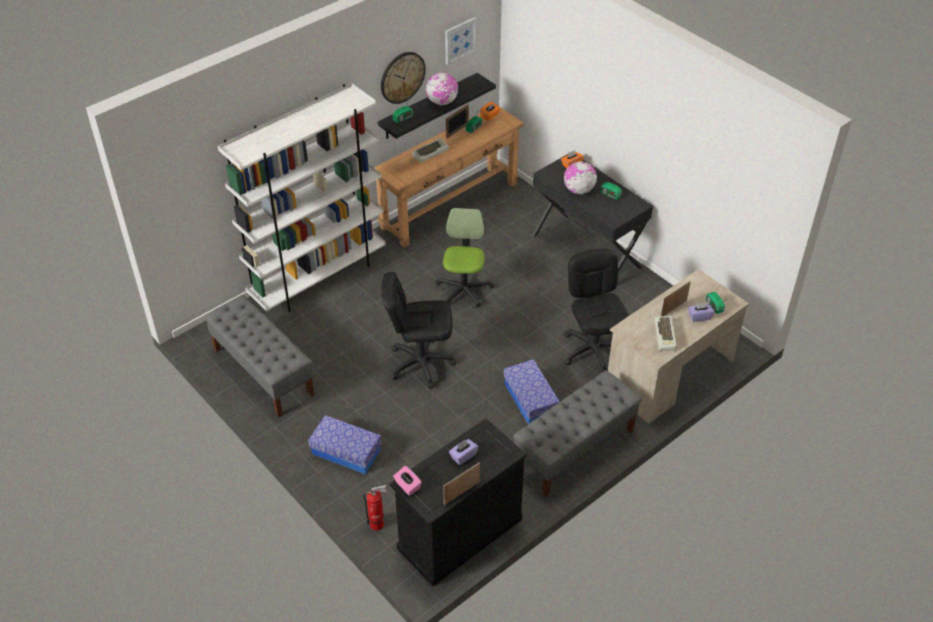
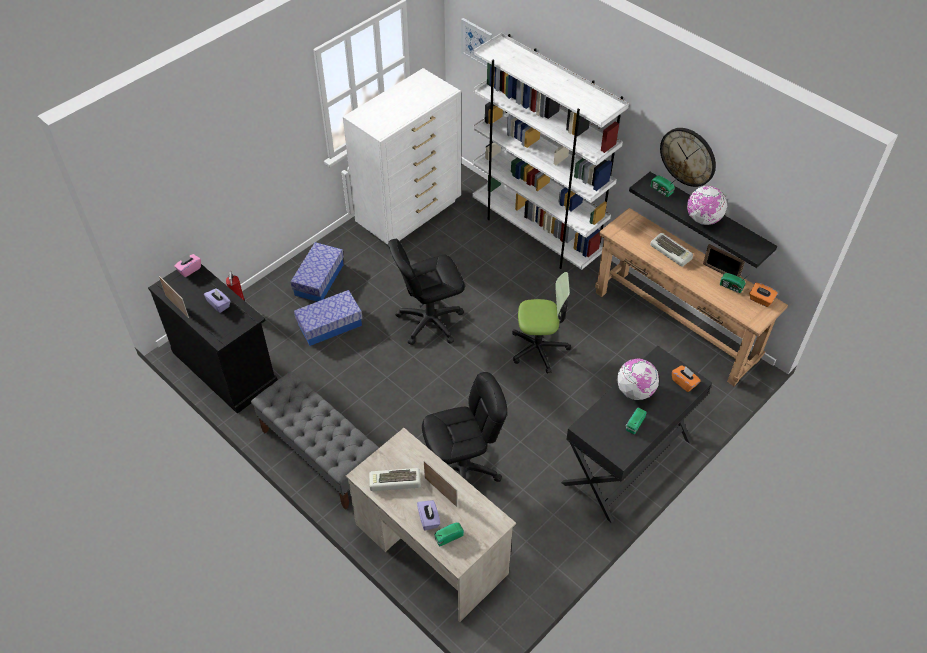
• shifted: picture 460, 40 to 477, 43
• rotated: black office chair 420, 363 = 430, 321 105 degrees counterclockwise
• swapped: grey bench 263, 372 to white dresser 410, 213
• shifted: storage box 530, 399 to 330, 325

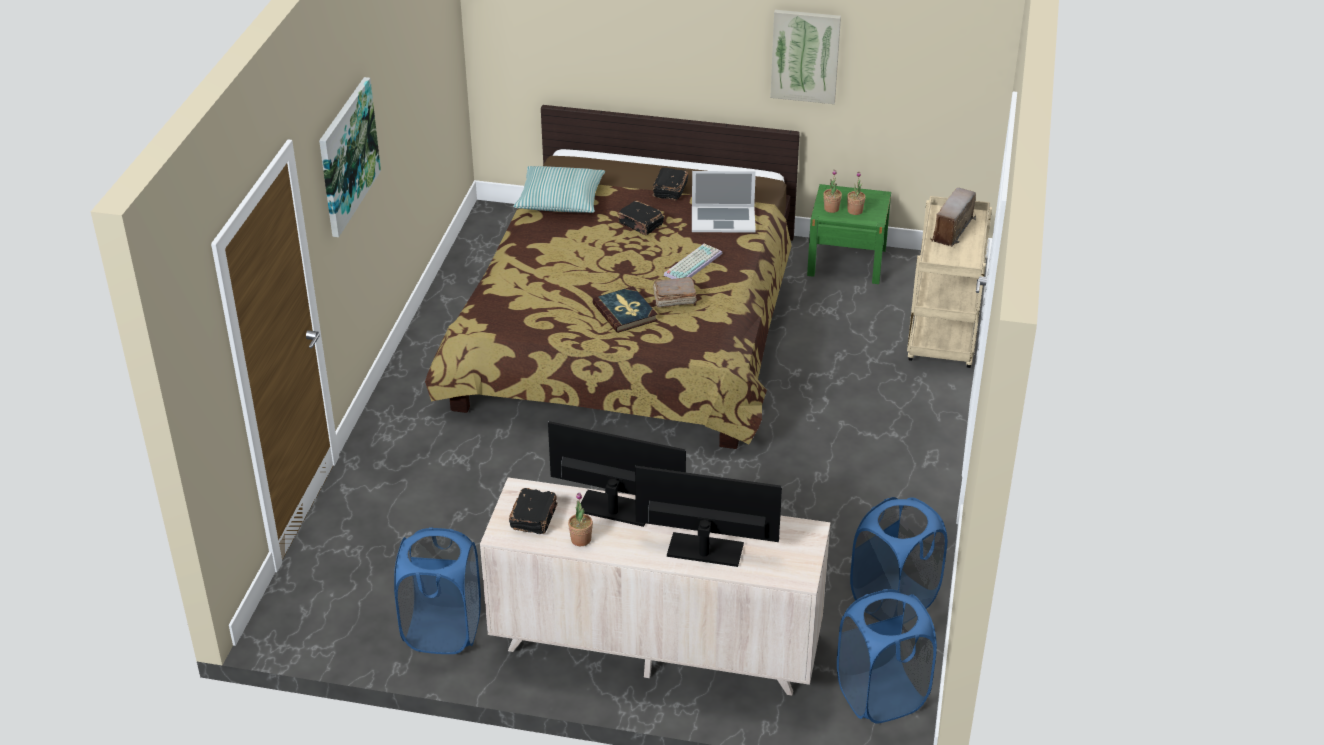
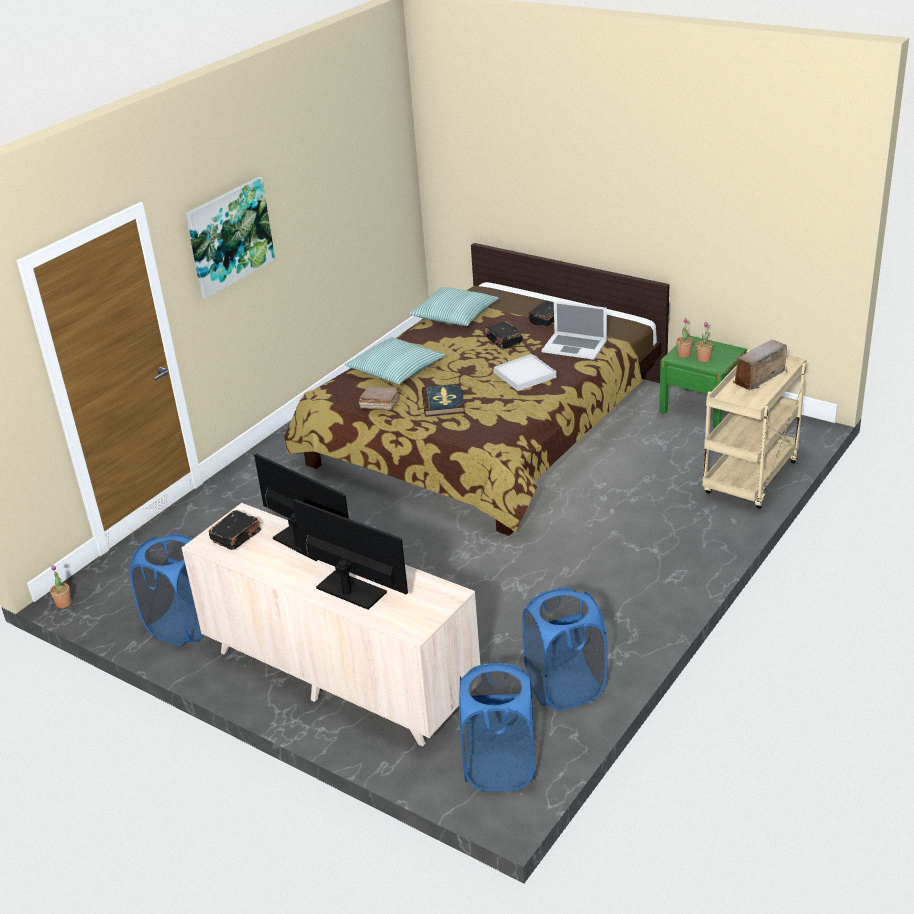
• gone: picture 805, 56
• swapped: keyboard 692, 263 to white tray 525, 375
• shifted: brown book 674, 299 to 379, 404
• shifted: potted plant 581, 539 to 63, 603
• new: pillow 395, 370

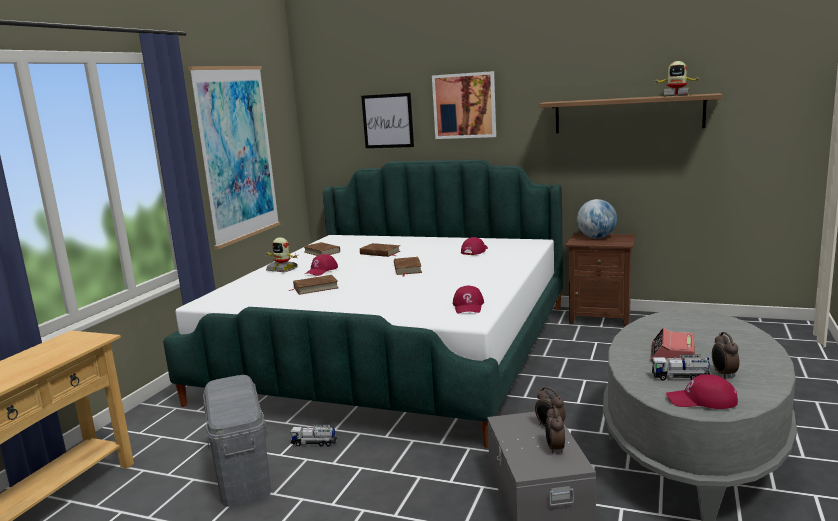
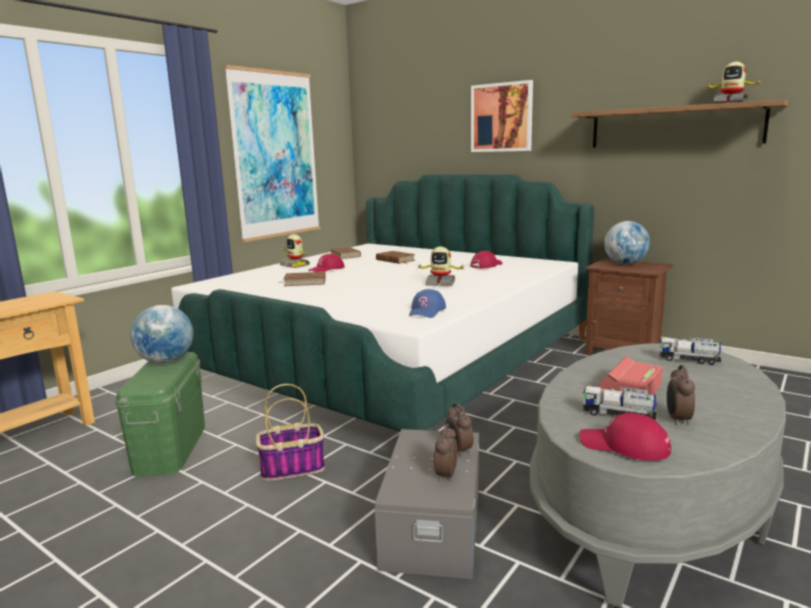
• gone: picture 387, 121
• gone: brown book 407, 269
• repainted: red cap 468, 306 to blue cap 427, 311
• repainted: grey storage box 242, 474 to green storage box 170, 448
• shifted: toy truck 314, 443 to 688, 360
• new: toy robot 440, 284
• new: globe 166, 361
• new: basket 293, 468

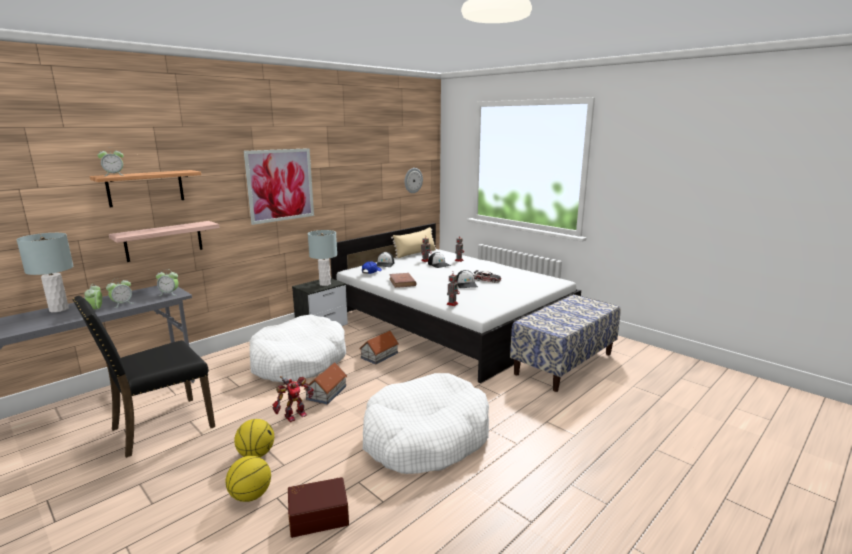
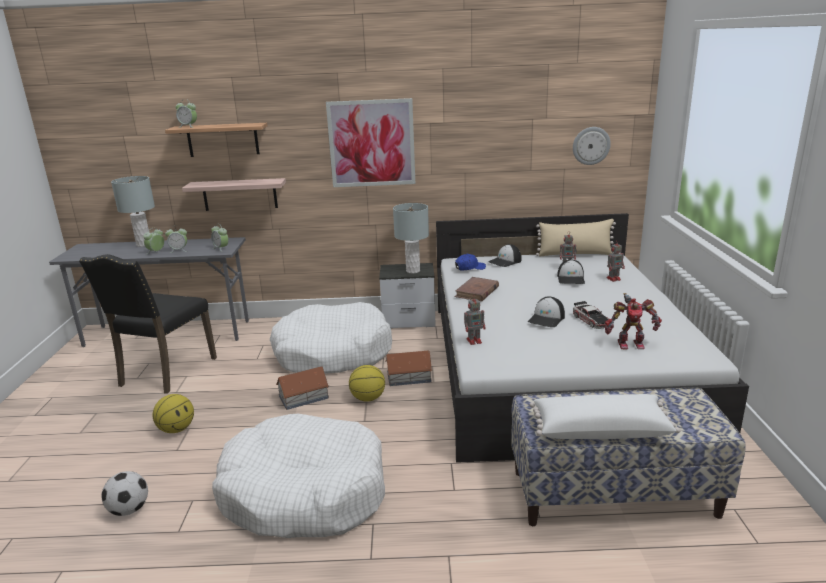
• rotated: black chair 160, 427 = 165, 372 75 degrees counterclockwise
• shifted: toy robot 294, 415 to 630, 344
• shifted: basketball 250, 496 to 367, 398
• swapped: brown storage box 318, 515 to football 129, 510
• new: white pillow 600, 430

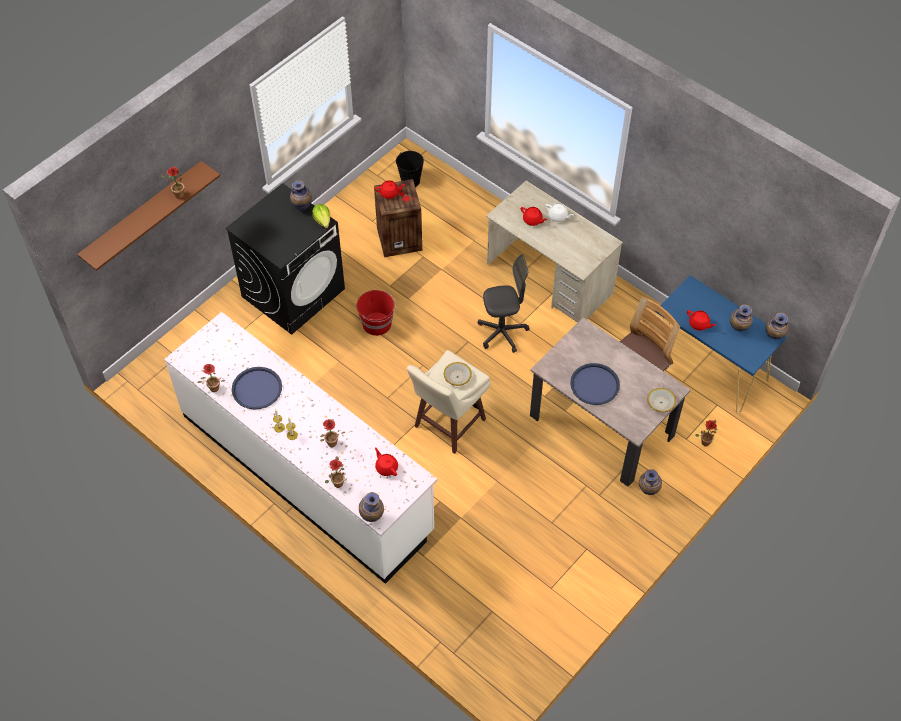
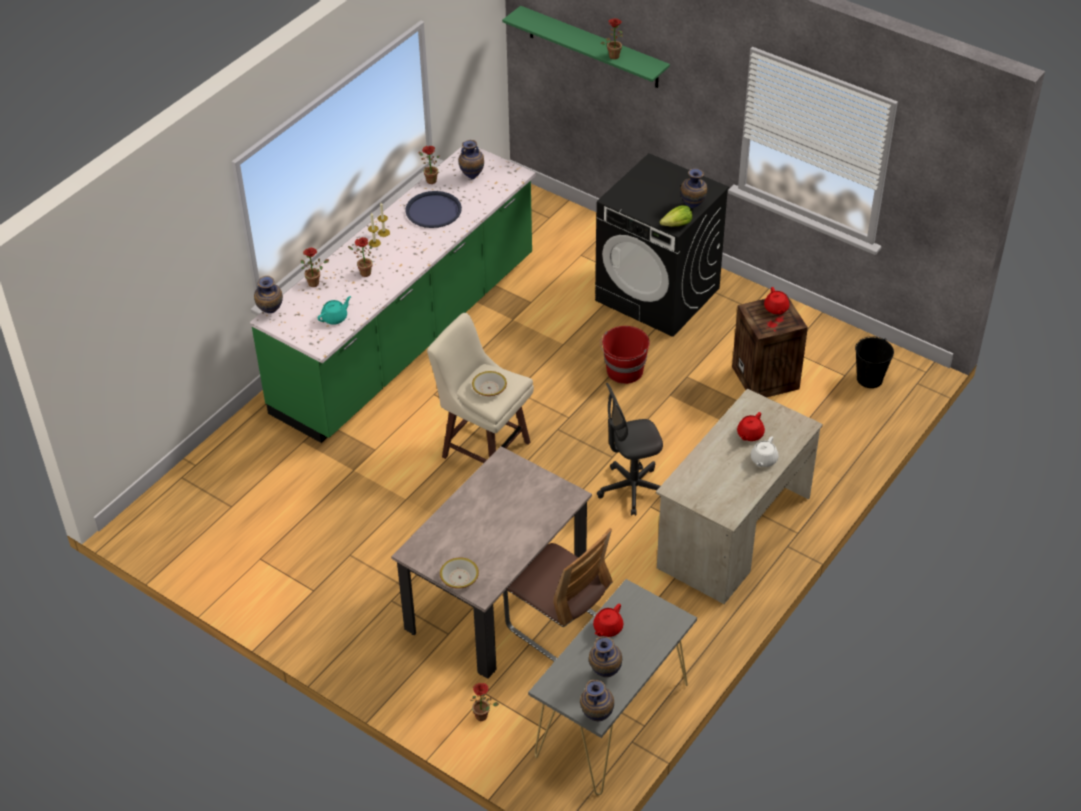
• repainted: brown shelf 143, 215 to green shelf 593, 47
• rotated: grey office chair 502, 333 = 632, 489 90 degrees clockwise
• repainted: blue console table 708, 367 to grey console table 611, 720
• repainted: white counter 306, 472 to green counter 407, 335
• gone: blue tray 594, 384
• repainted: red teapot 386, 467 to turquoise teapot 335, 318
• shifted: vase 647, 491 to 472, 177

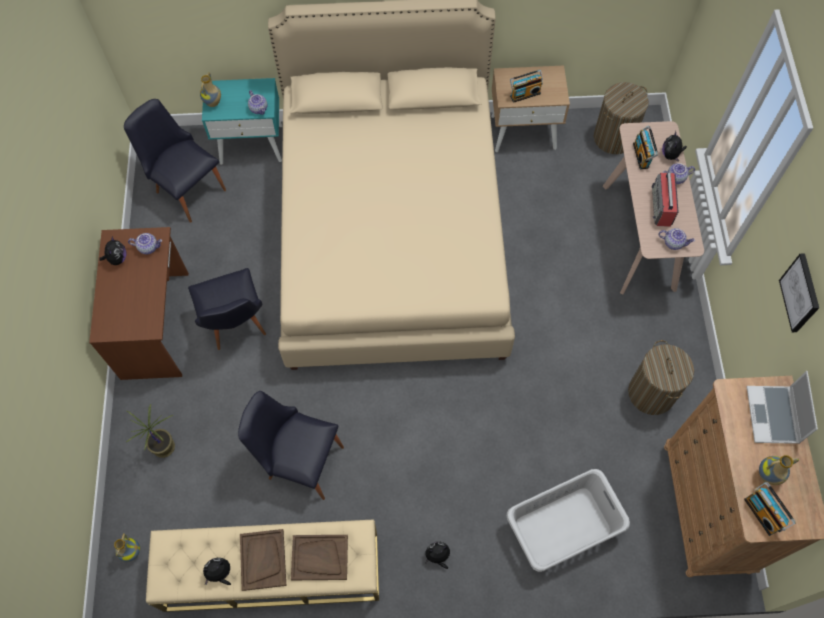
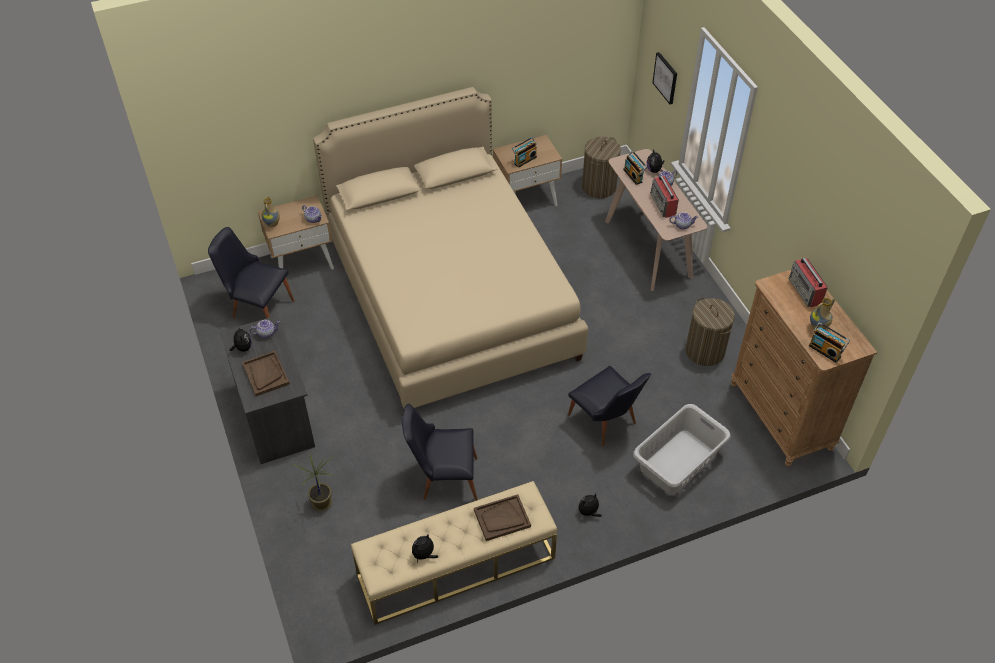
• repainted: turquoise nightstand 251, 144 to beige nightstand 302, 262
• repainted: brown desk 157, 324 to grey desk 276, 414
• shifted: picture 800, 293 to 666, 78
• shifted: black chair 235, 325 to 606, 423
• swapped: laptop 773, 416 to radio 805, 291
• shifted: brown tray 263, 559 to 265, 374
• gone: vase 131, 552

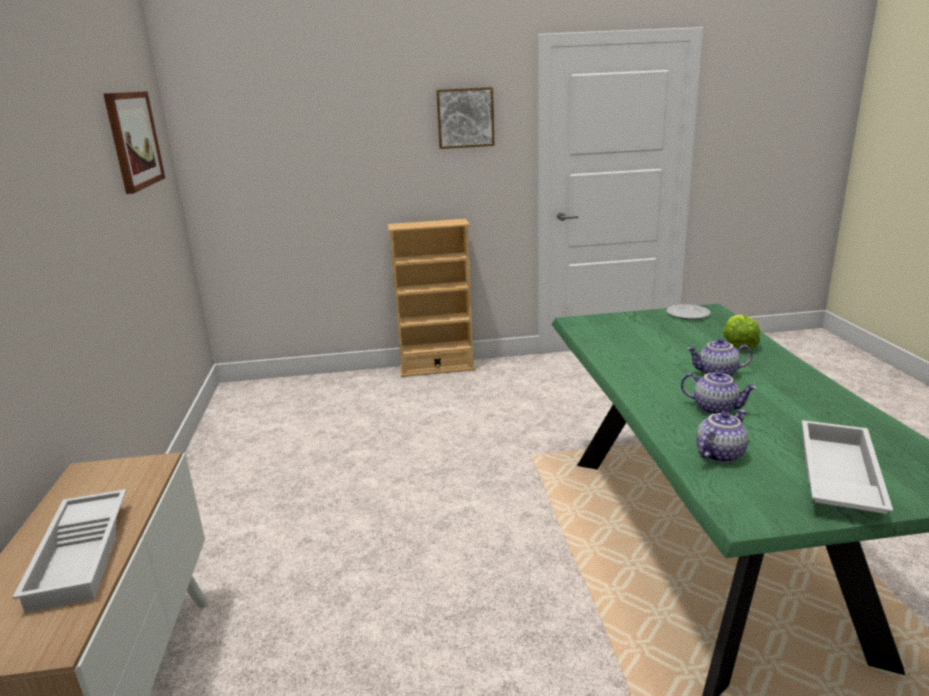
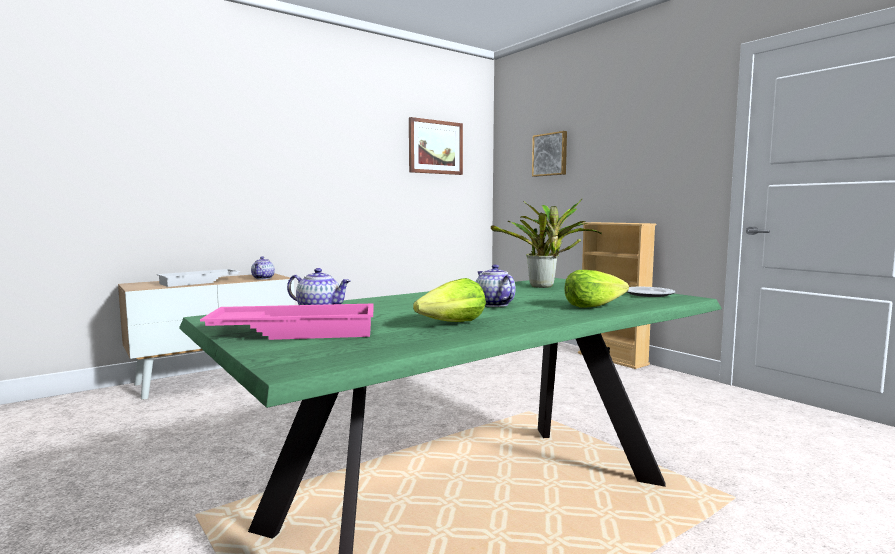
• shifted: picture 465, 118 to 550, 154
• shifted: teapot 715, 408 to 263, 278
• repainted: white tray 835, 477 to pink tray 296, 331
• new: potted plant 544, 287
• new: lettuce 453, 324

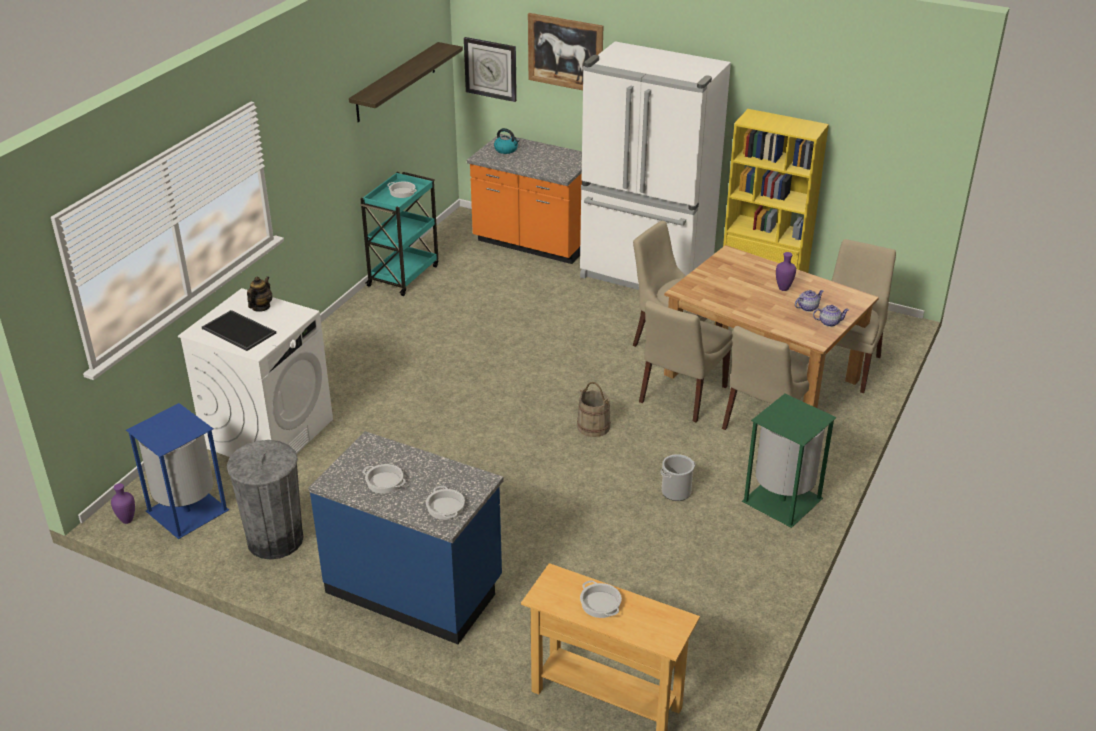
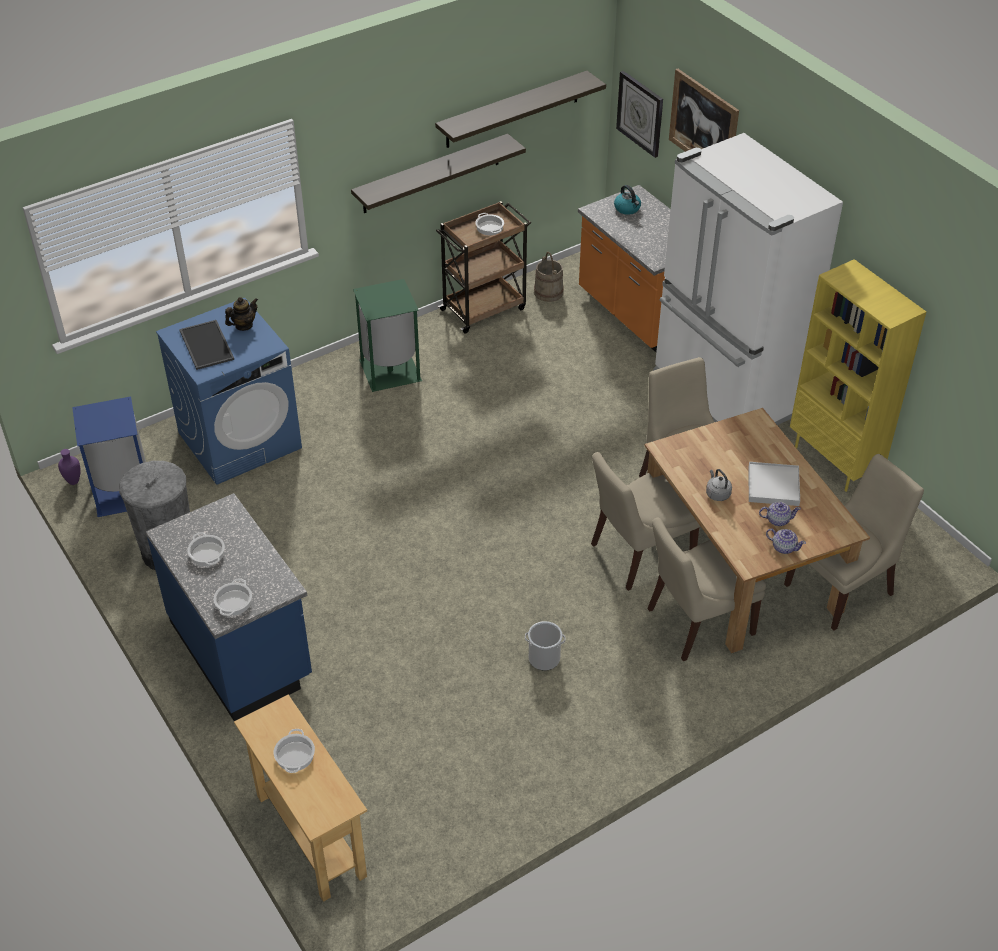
• repainted: turquoise cart 404, 275 to brown cart 484, 308
• swapped: purple vase 782, 288 to white tray 773, 486
• repainted: white washing machine 269, 433 to blue washing machine 240, 440
• shifted: beige bucket 593, 426 to 548, 292
• shifted: green trash can 784, 500 to 391, 371
• new: shelf 431, 174
• new: grey kettle 717, 493

